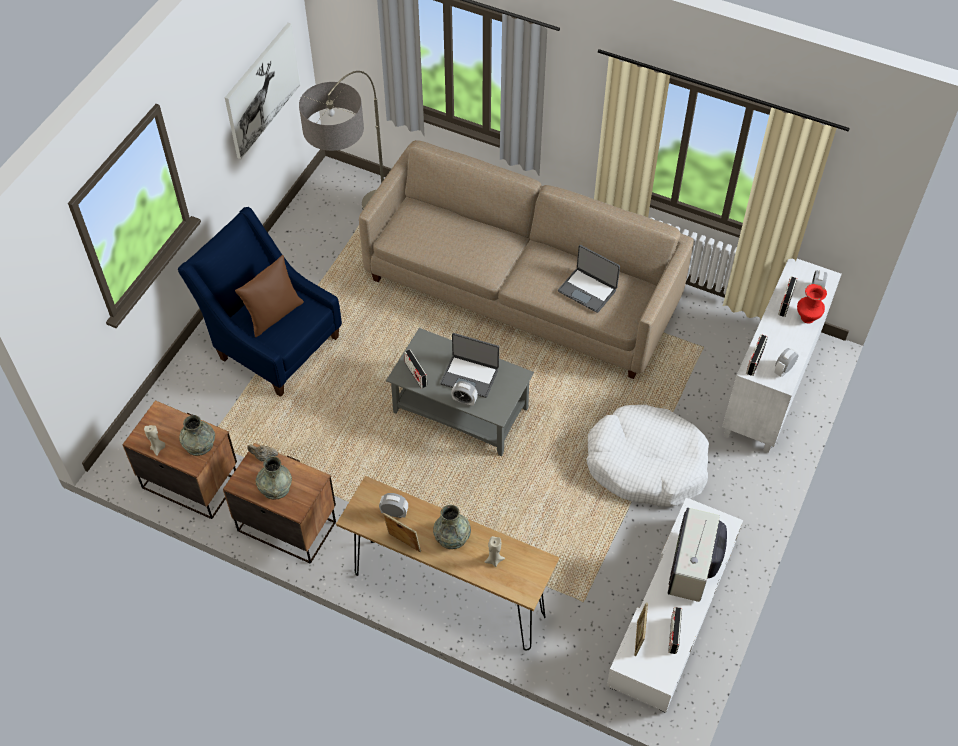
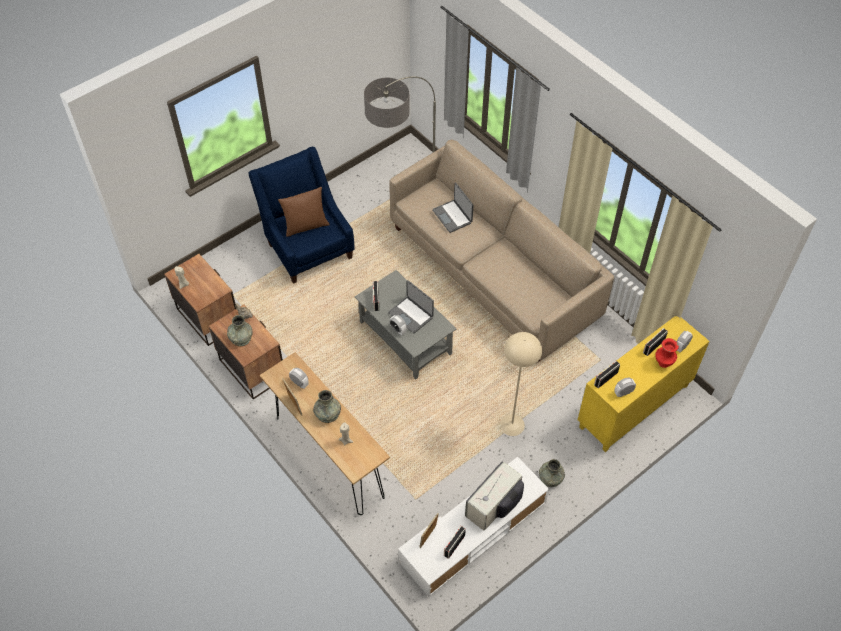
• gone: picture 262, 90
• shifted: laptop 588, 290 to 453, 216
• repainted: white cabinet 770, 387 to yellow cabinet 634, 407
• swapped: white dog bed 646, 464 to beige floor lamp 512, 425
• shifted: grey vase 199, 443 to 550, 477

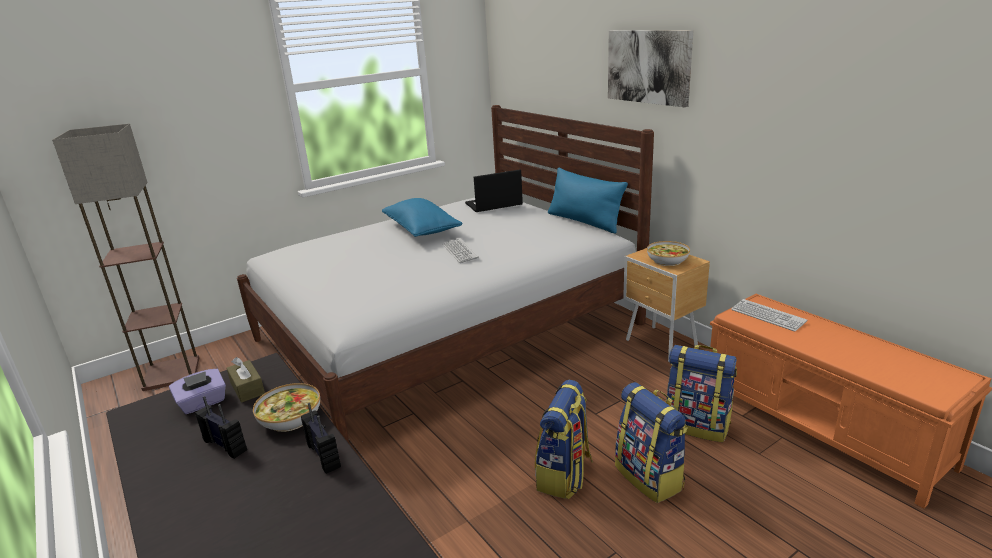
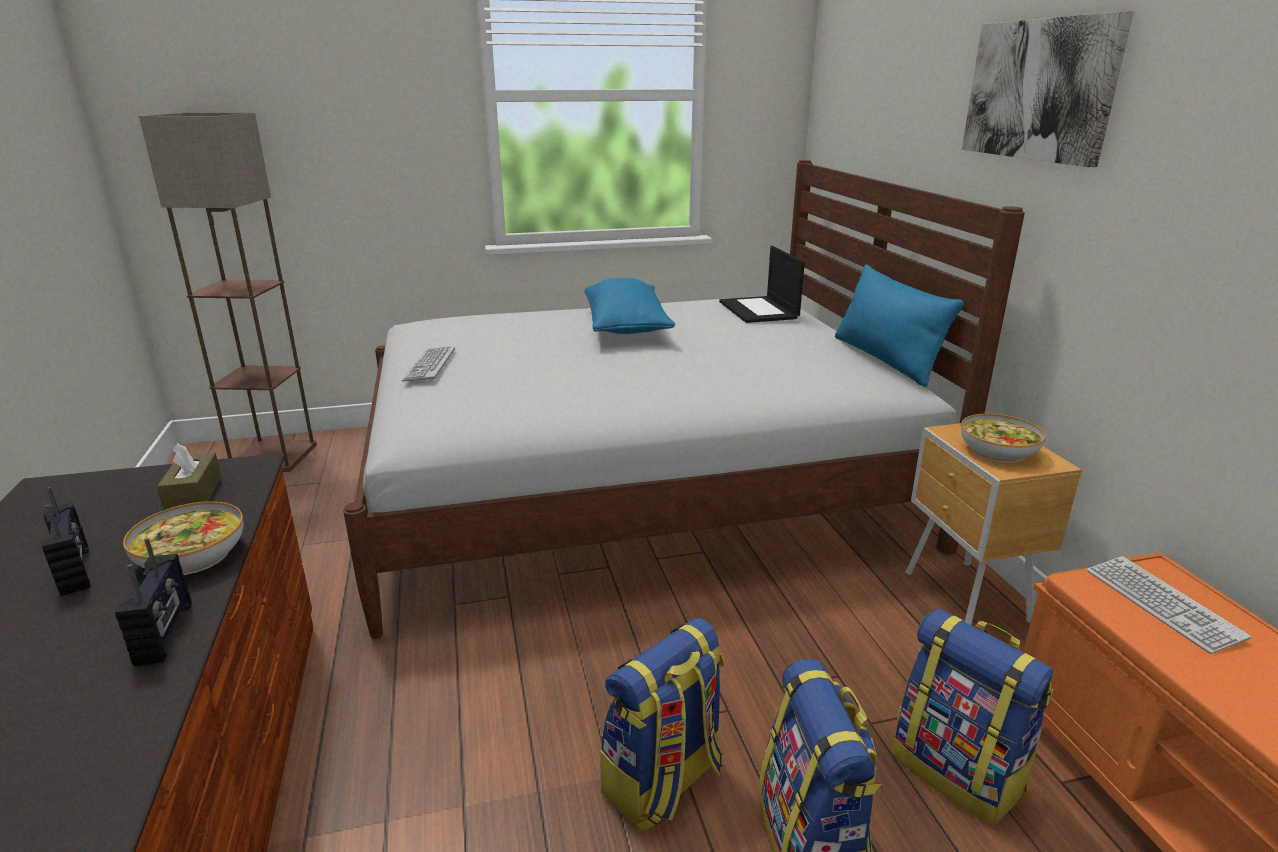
• rotated: laptop 493, 204 = 759, 310 105 degrees counterclockwise
• shifted: keyboard 460, 251 to 430, 365
• gone: purple tissue box 203, 403

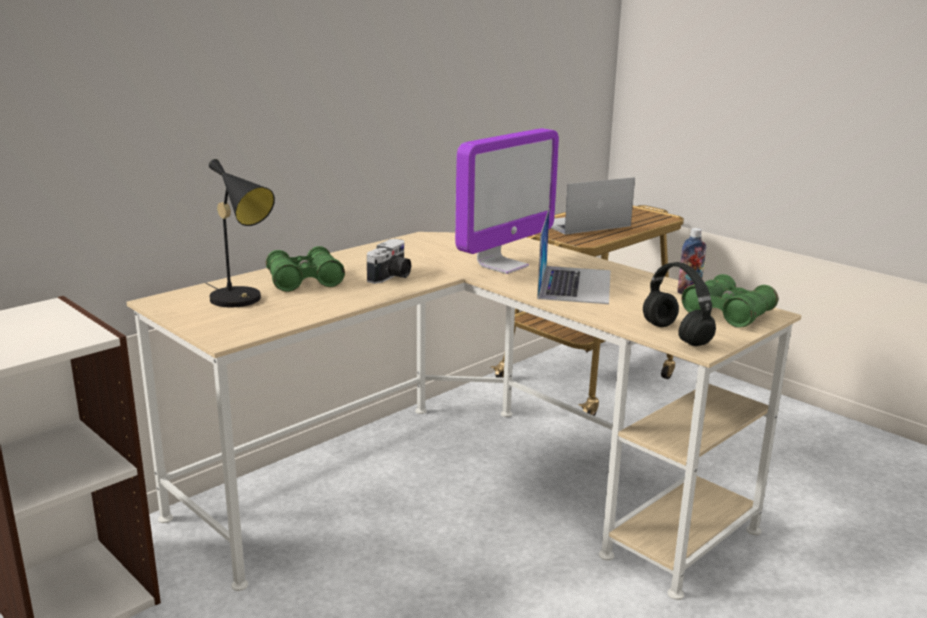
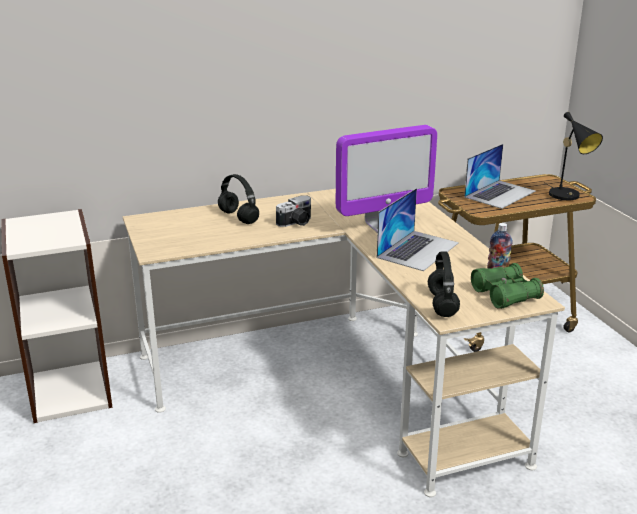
• shifted: black table lamp 241, 300 to 567, 196
• rotated: laptop 583, 223 = 500, 194 135 degrees clockwise
• swapped: green binoculars 304, 281 to black headphones 237, 217

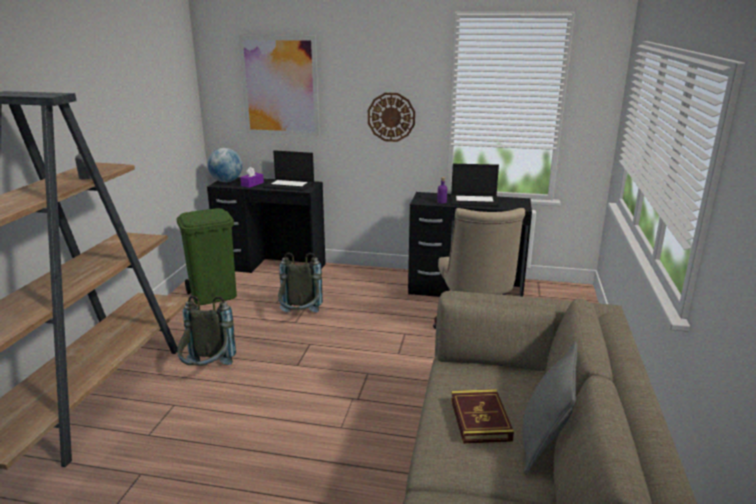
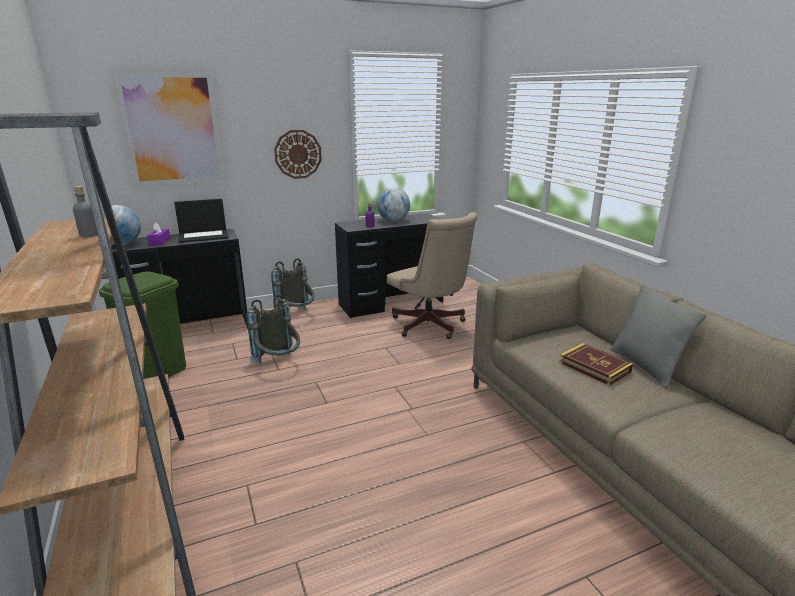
• swapped: laptop 475, 200 to globe 393, 221
• shifted: grey backpack 208, 372 to 297, 316

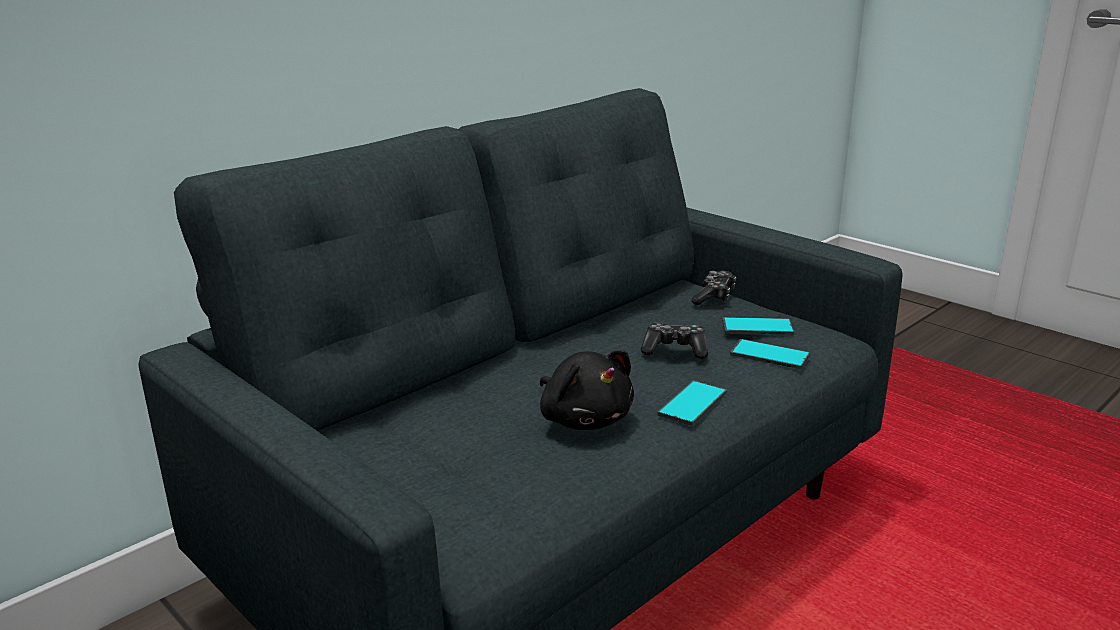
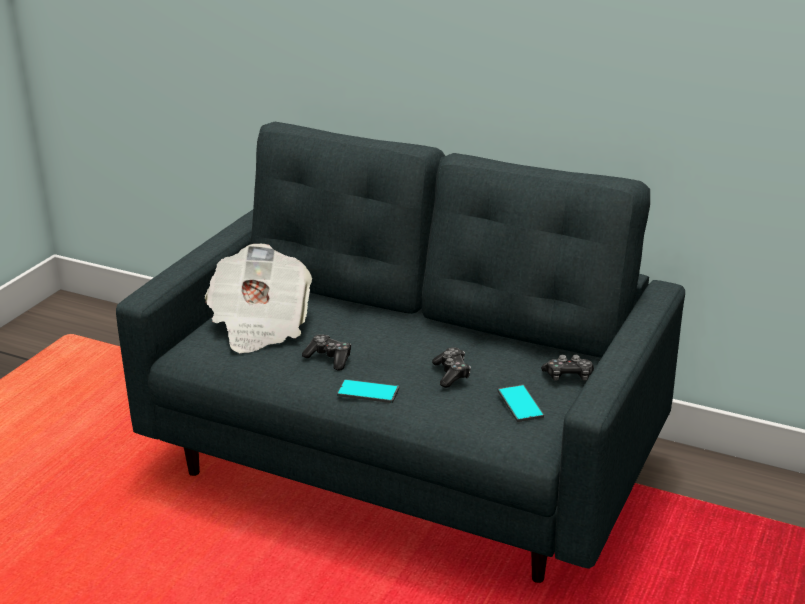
• gone: phone 769, 355
• swapped: black plush toy 584, 419 to game controller 329, 358
• new: newspaper 260, 325

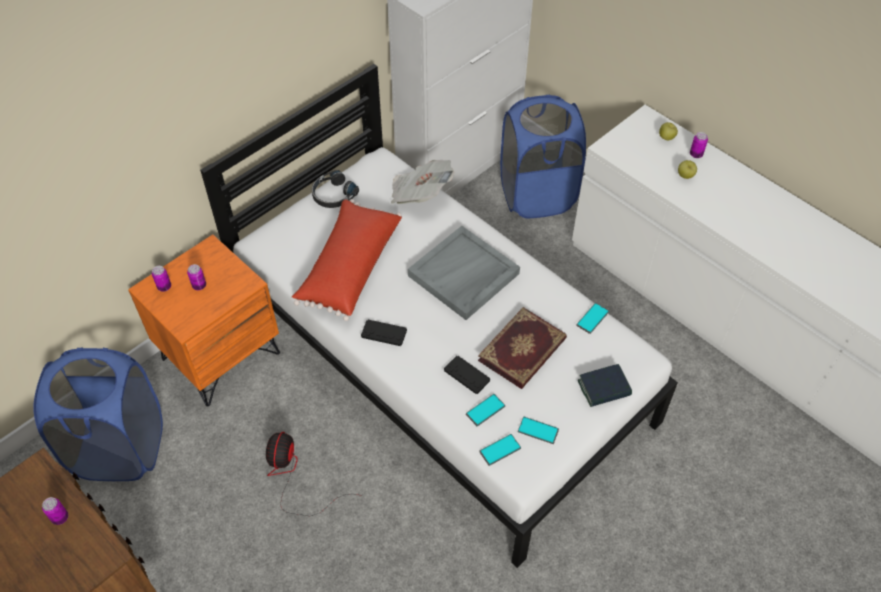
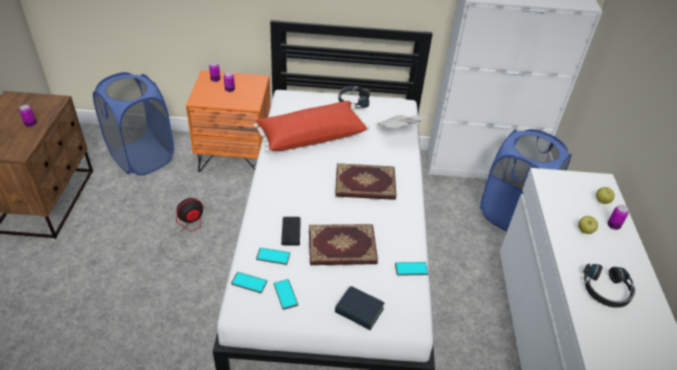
• swapped: grey tray 463, 275 to book 365, 185
• gone: black game controller 384, 333
• new: black headphones 606, 290

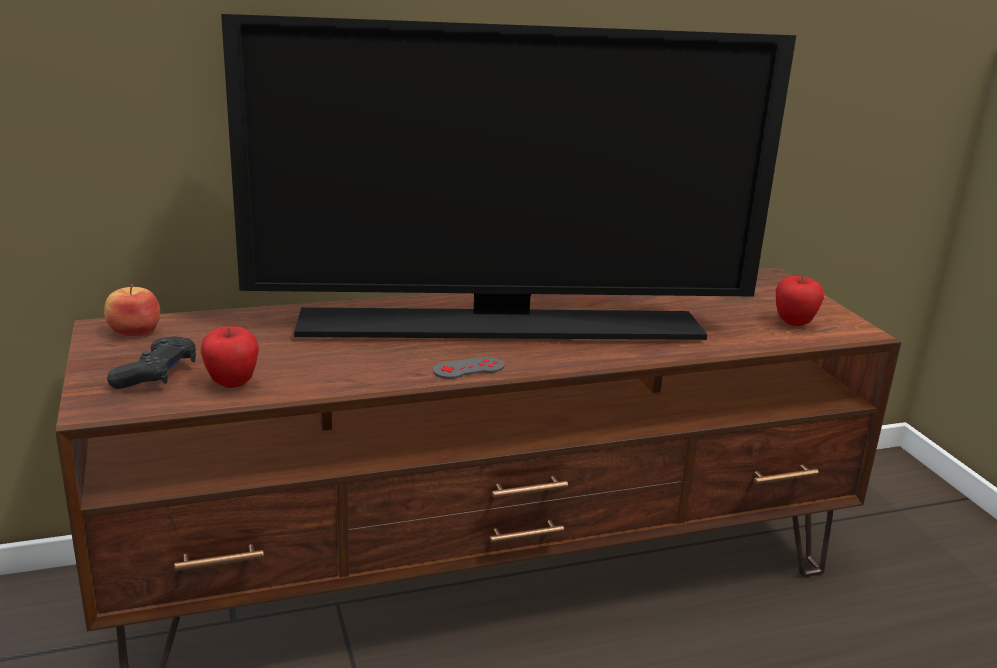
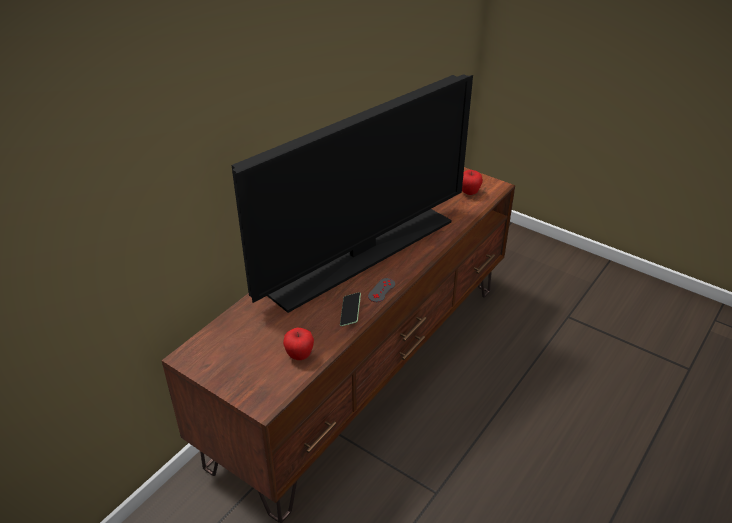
• gone: apple 134, 331
• gone: black game controller 157, 375
• new: phone 350, 313

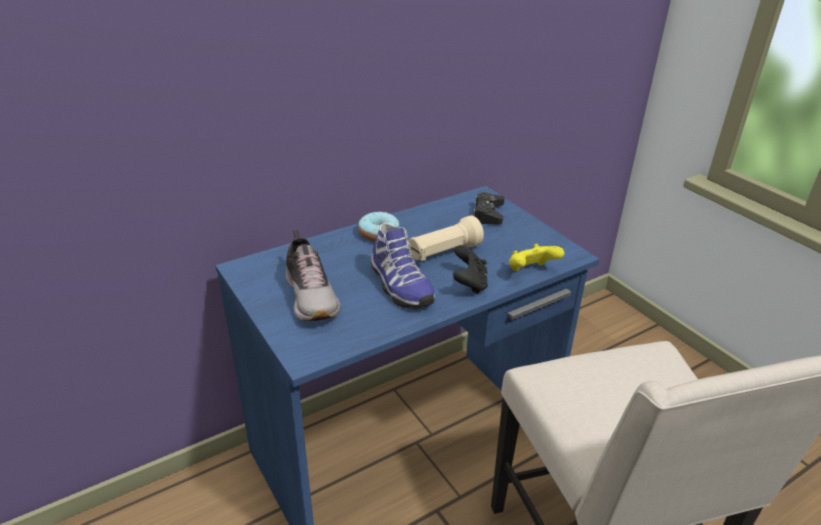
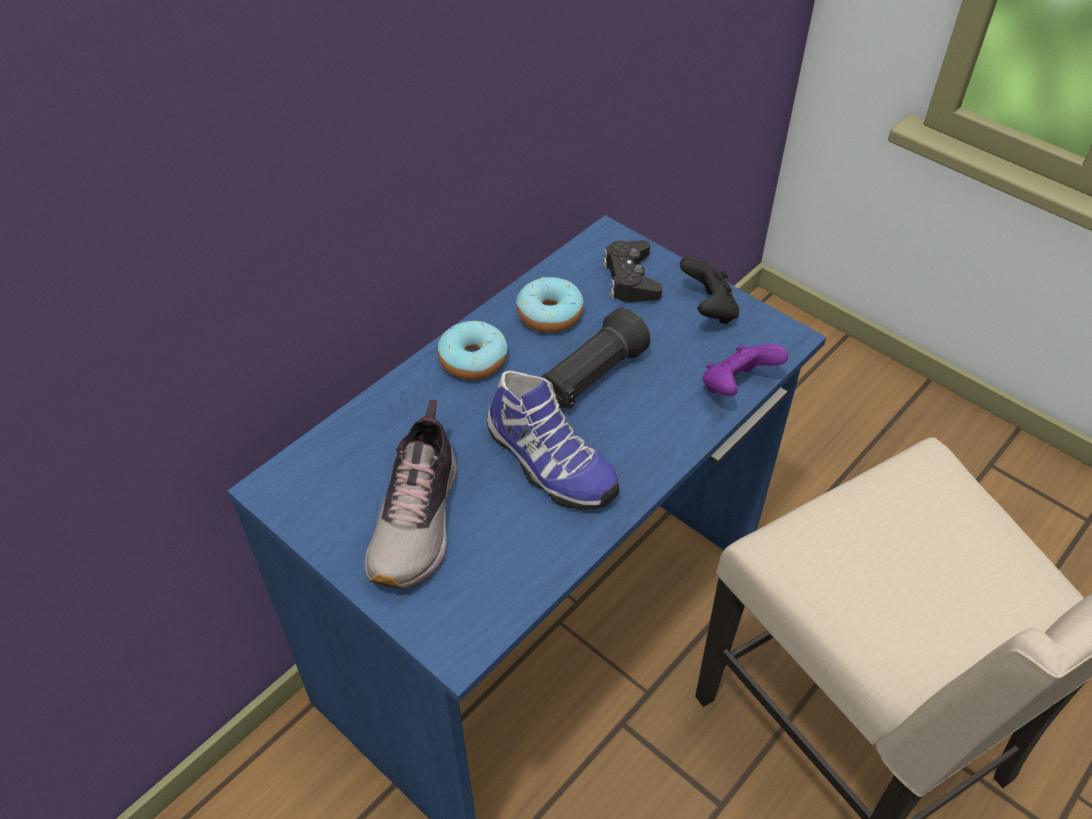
• repainted: beige flashlight 444, 252 to black flashlight 591, 377
• rotated: shoe 312, 296 = 418, 519 45 degrees clockwise
• repainted: yellow game controller 531, 271 to purple game controller 736, 387
• shifted: black game controller 469, 284 to 708, 310
• new: donut 549, 314

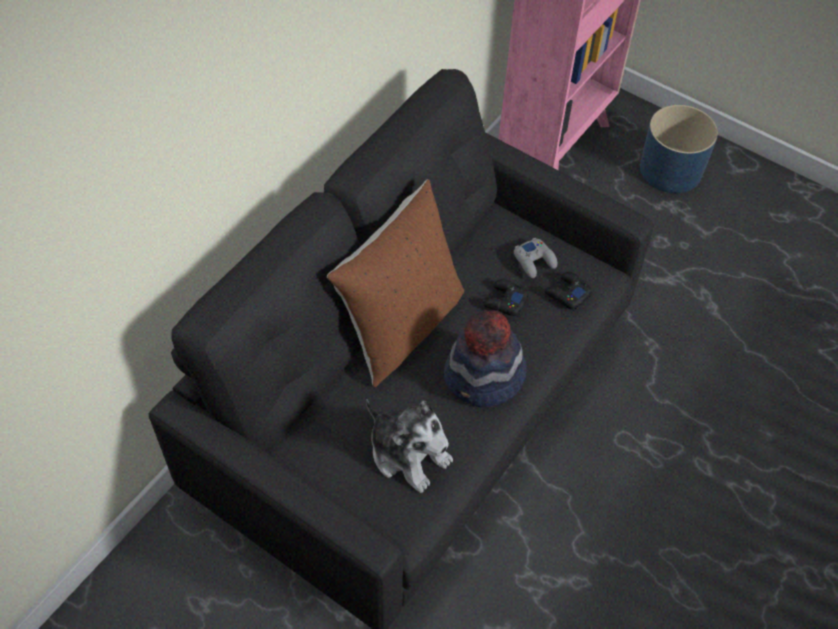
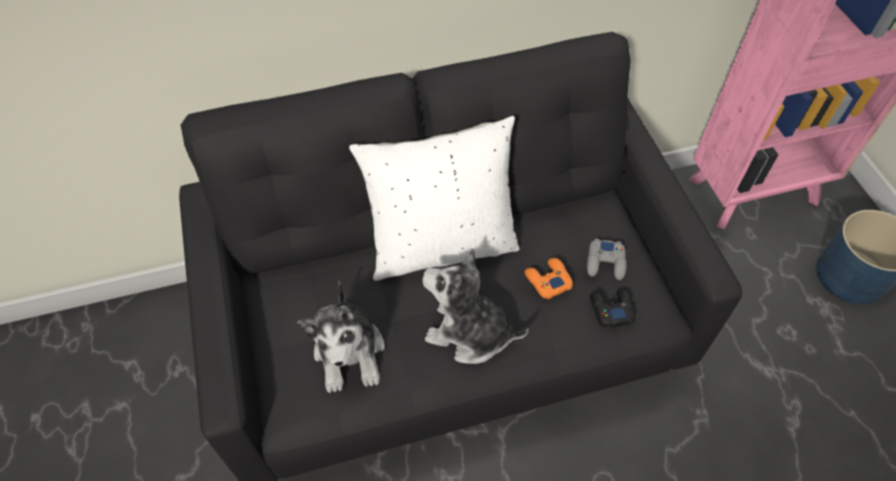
• repainted: brown pillow 401, 325 to white pillow 441, 245
• repainted: black game controller 505, 301 to orange game controller 547, 280
• swapped: hat 484, 378 to plush toy 469, 333

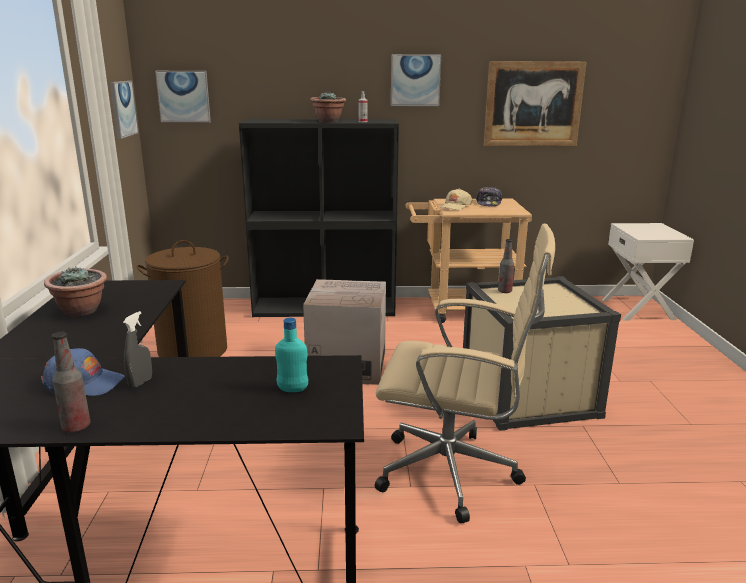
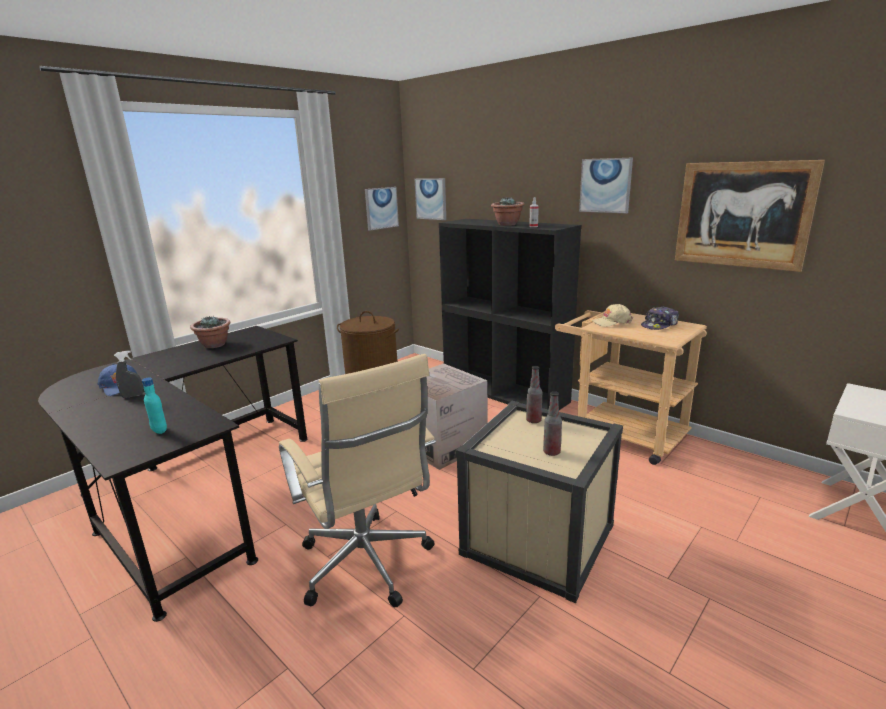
• shifted: bottle 76, 427 to 551, 452

